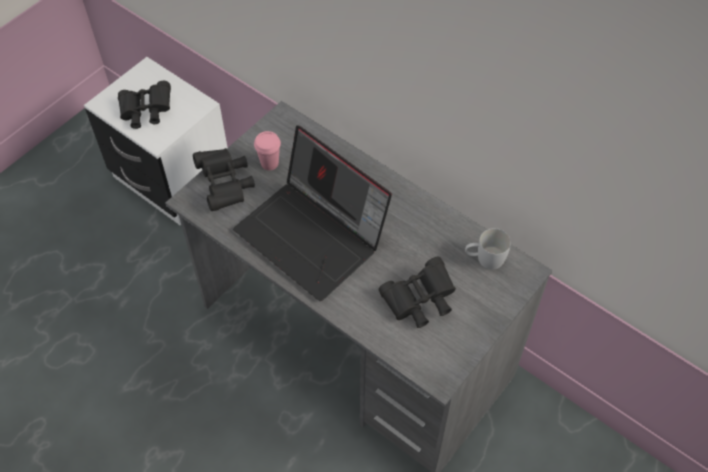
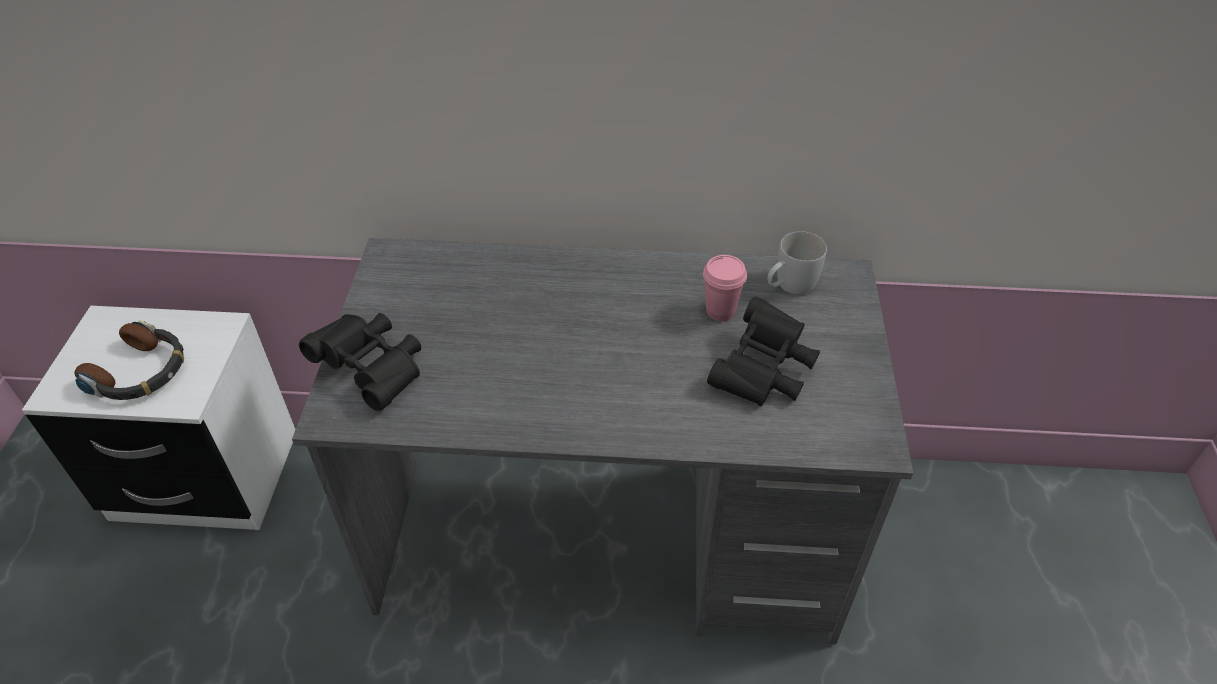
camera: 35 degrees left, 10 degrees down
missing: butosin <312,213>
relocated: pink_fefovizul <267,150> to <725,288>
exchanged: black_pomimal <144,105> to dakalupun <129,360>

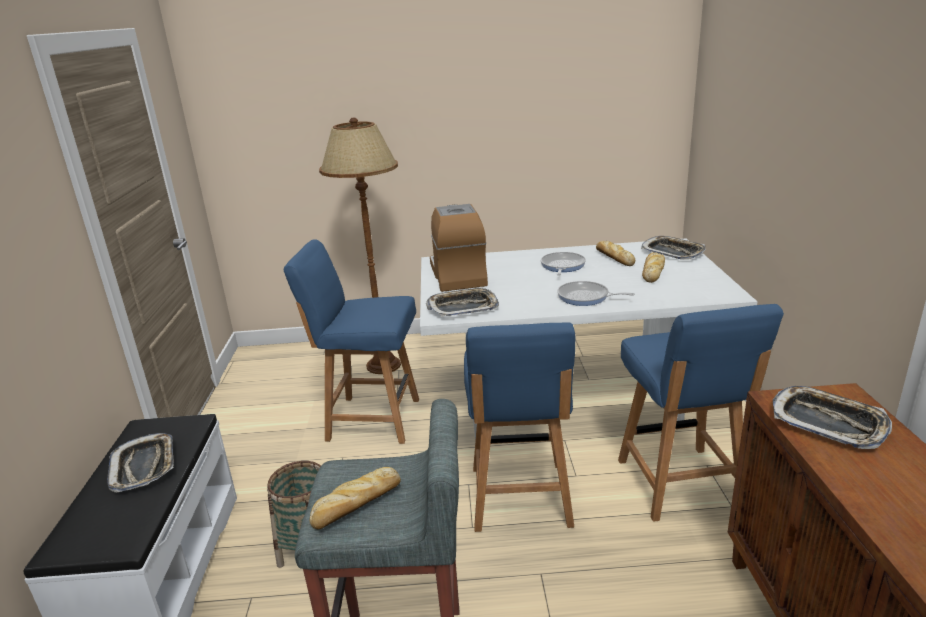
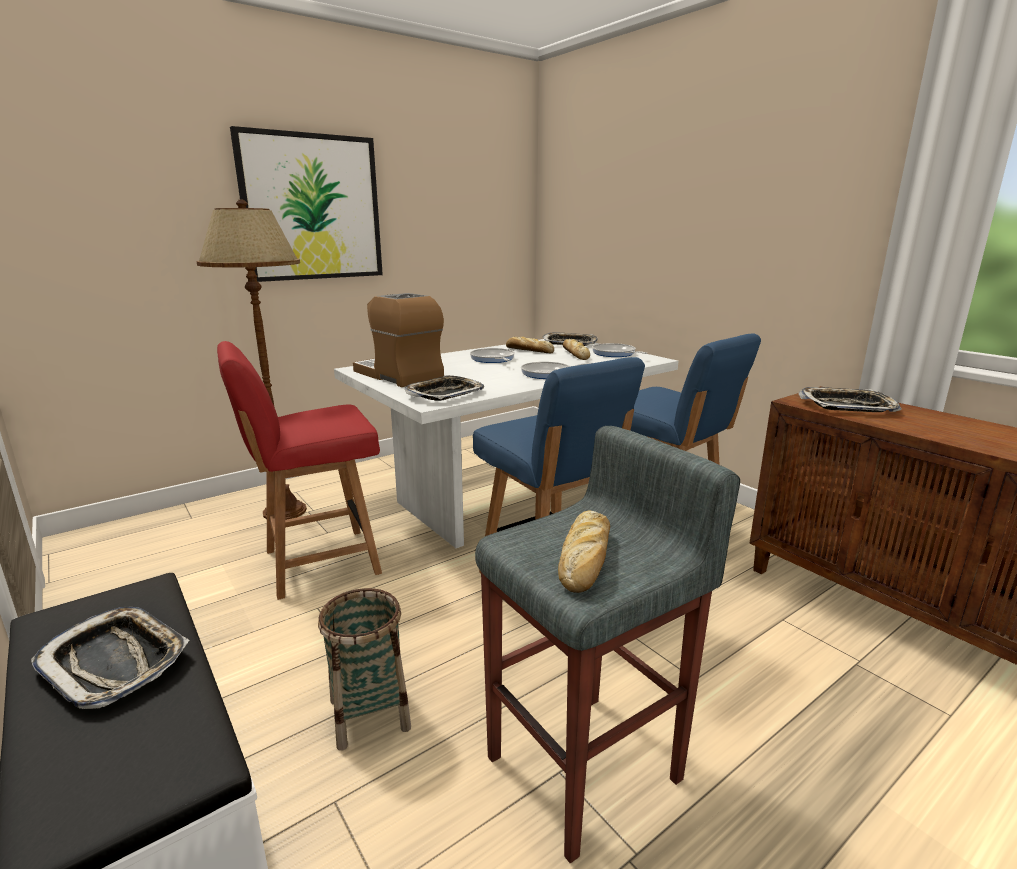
camera: 35 degrees left, 5 degrees down
appeared: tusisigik <306,204>; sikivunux <620,350>
colour: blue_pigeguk <351,341> to red_pigeguk <299,470>

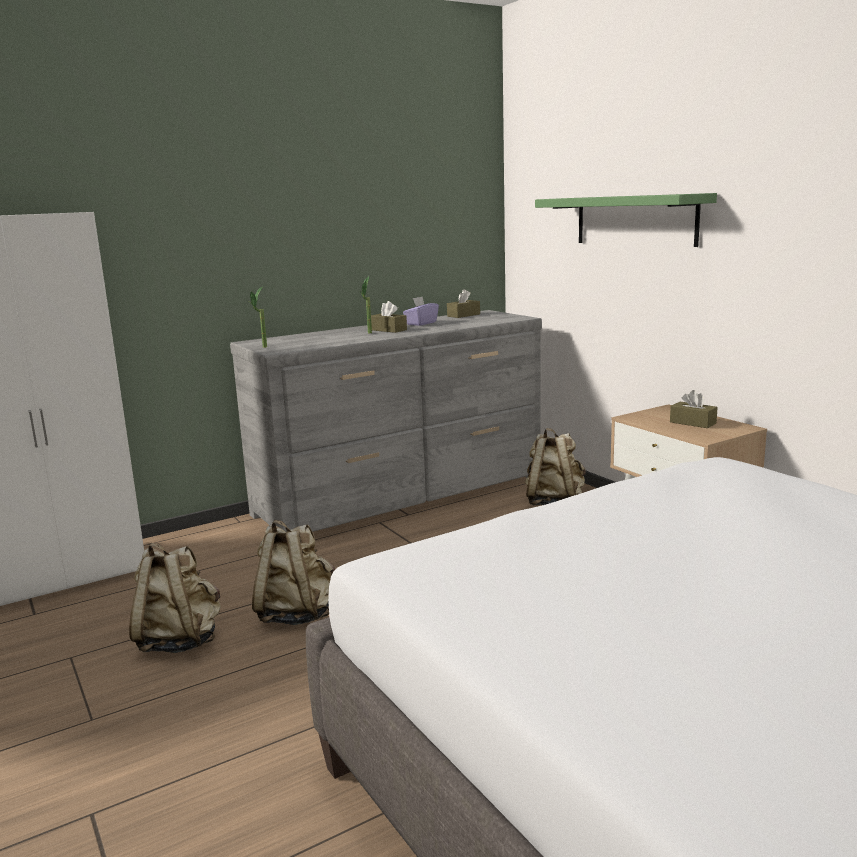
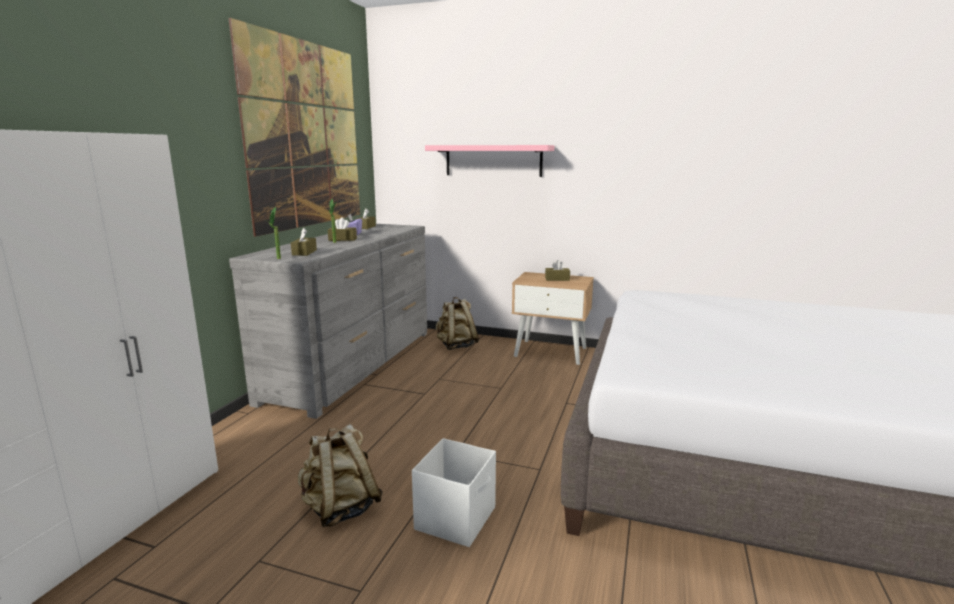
camera: 40 degrees left, 0 degrees up
missing: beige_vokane <293,572>
appeared: tusisigik <294,127>; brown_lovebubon <304,242>; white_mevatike <454,492>
colour: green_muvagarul <626,220> to pink_muvagarul <489,161>

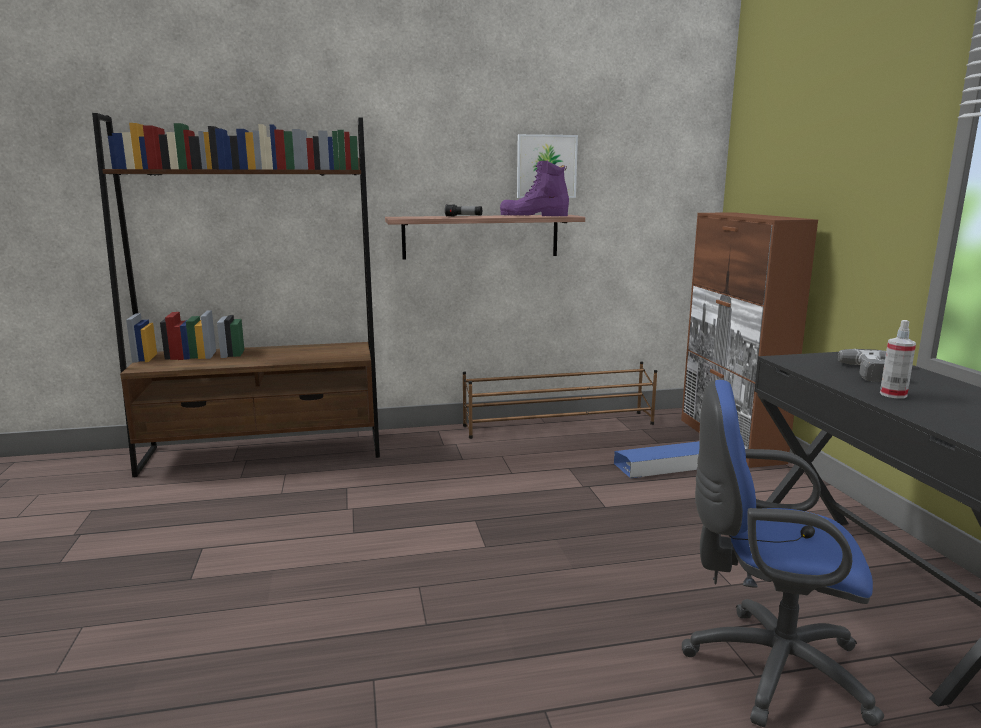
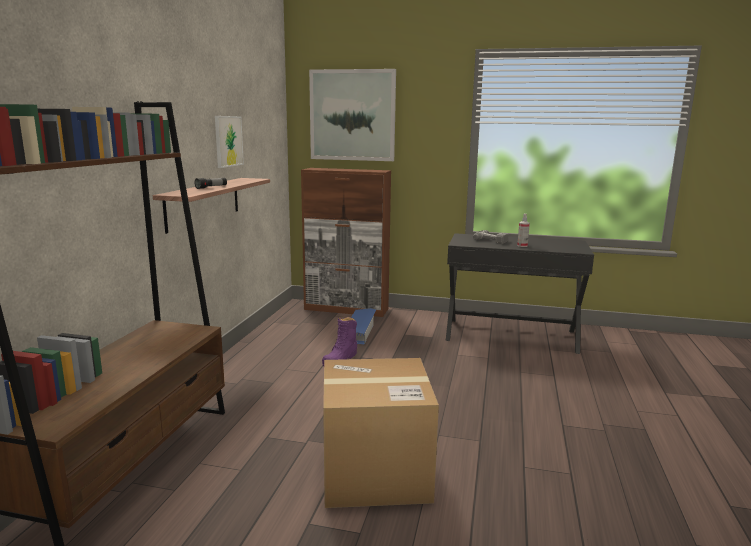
camera: 65 degrees left, 0 degrees up
missing: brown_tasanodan <560,400>; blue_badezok <783,553>
appeared: tusisigik <352,115>; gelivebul <381,433>
relocated: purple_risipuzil <534,188> to <339,341>

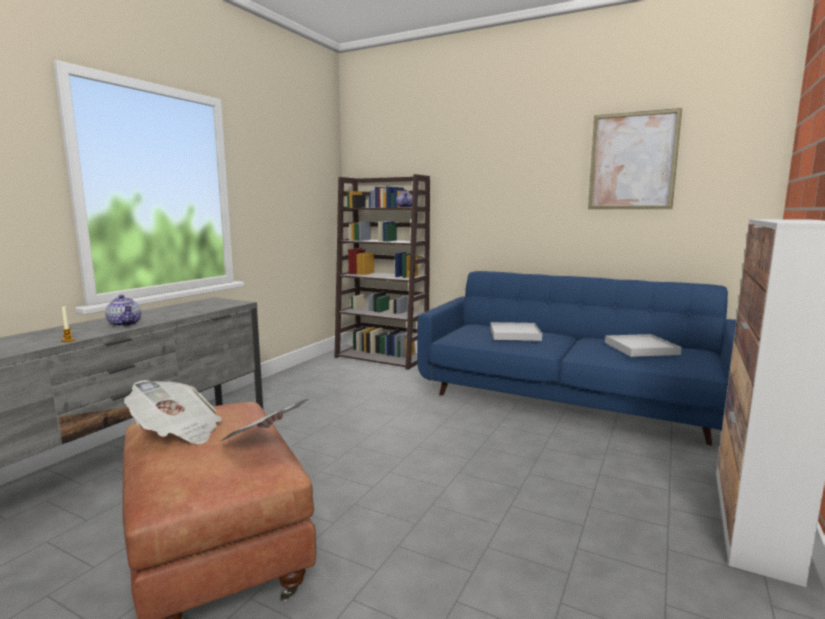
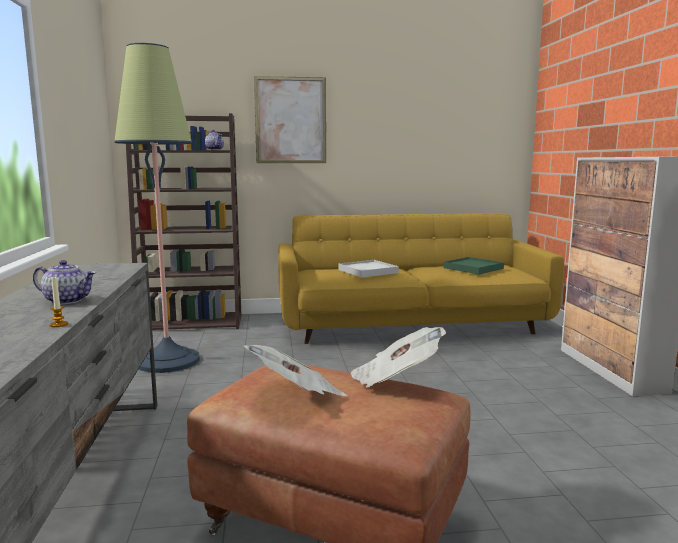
camera: 35 degrees left, 0 degrees up
appeared: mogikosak <157,208>
relocated: tusisigik <635,158> to <290,119>
colour: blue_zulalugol <576,358> to yellow_zulalugol <421,278>; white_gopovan <643,345> to green_gopovan <473,265>

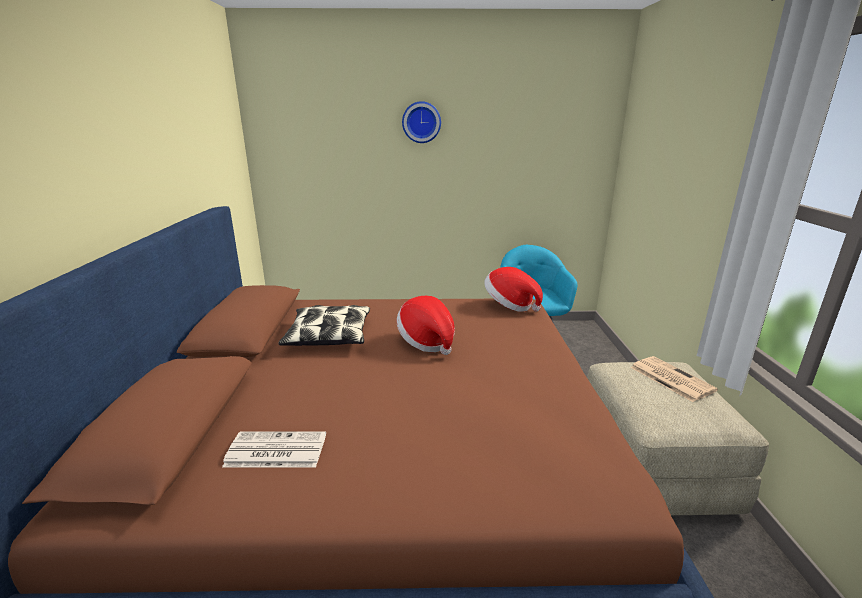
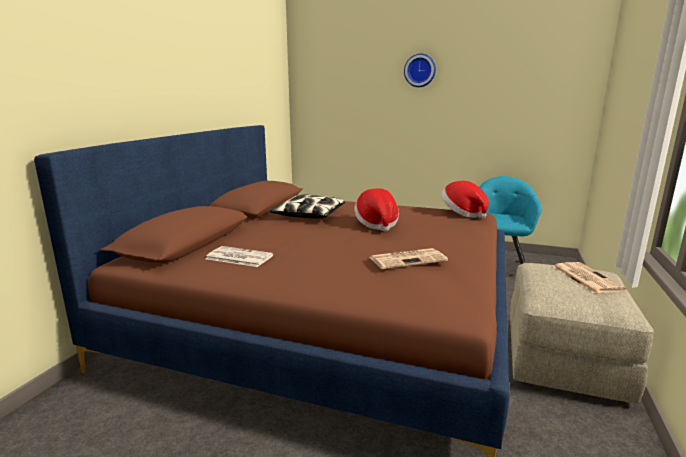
camera: 20 degrees right, 5 degrees down
appeared: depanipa <408,258>

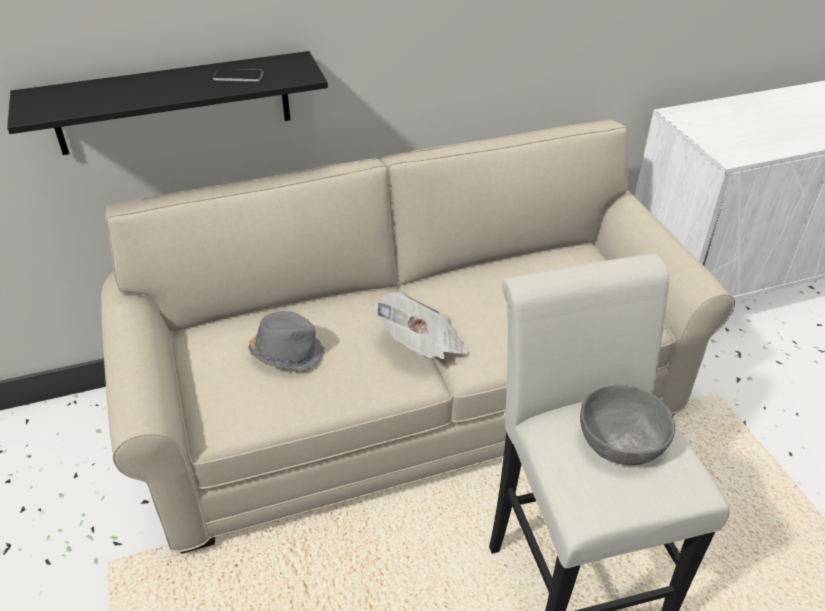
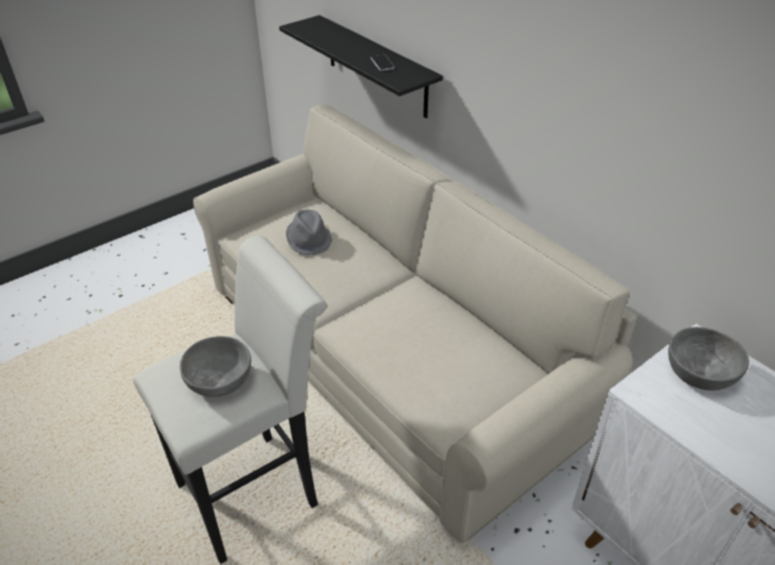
camera: 70 degrees right, 0 degrees up
missing: depanipa <421,325>
appeared: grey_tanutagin <708,358>

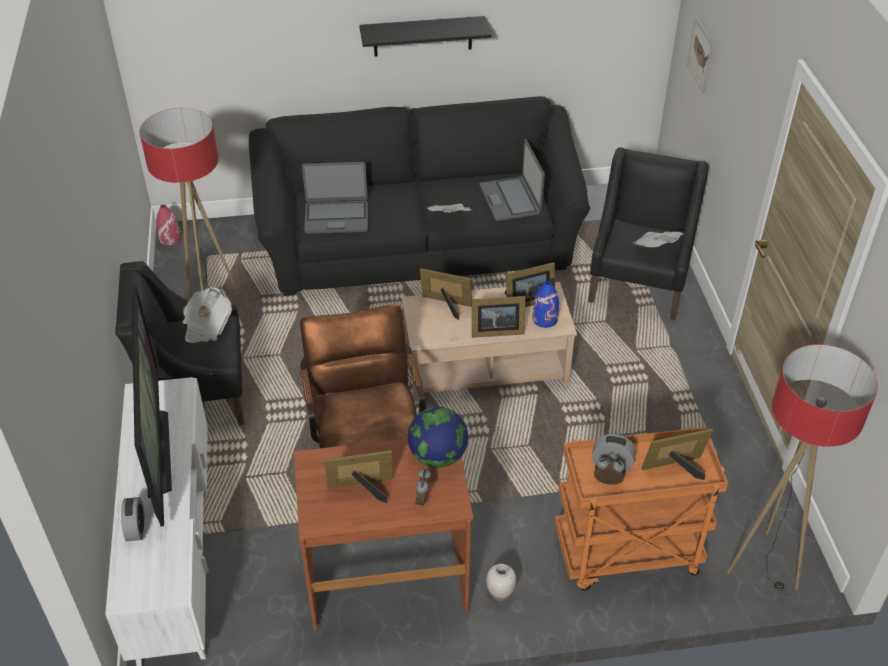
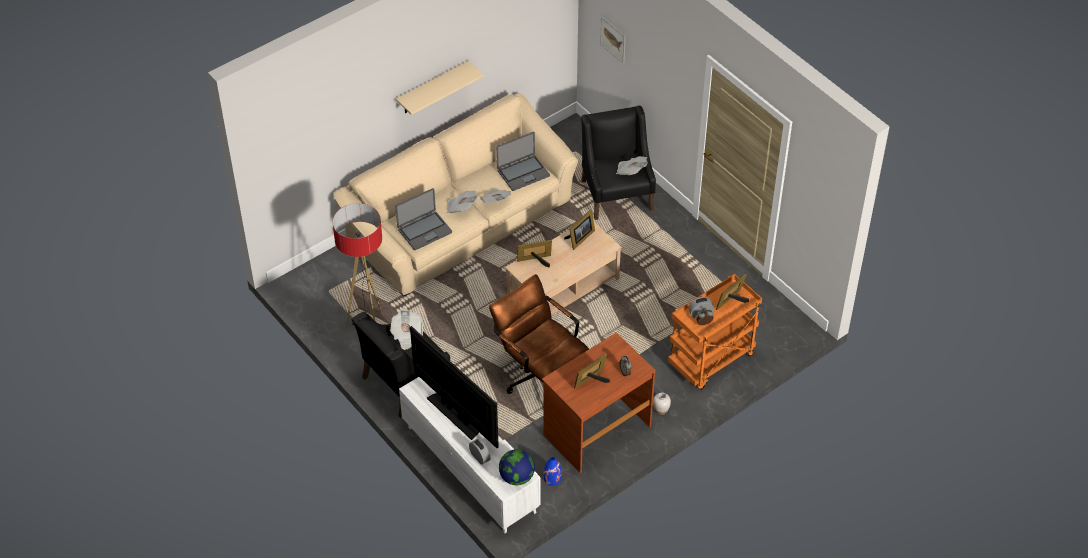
camera: 30 degrees left, 5 degrees up
missing: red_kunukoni <168,224>; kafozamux <499,317>; mogikosak <802,467>
appeared: depanipa <462,202>
relocated: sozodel <438,437> to <517,467>; blue_kunukoni <546,304> to <553,471>
colour: black_zulalugol <419,196> to beige_zulalugol <455,195>; black_muvagarul <425,36> to beige_muvagarul <440,88>
spun: butosin <512,180> = <523,161> 75 degrees counterclockwise

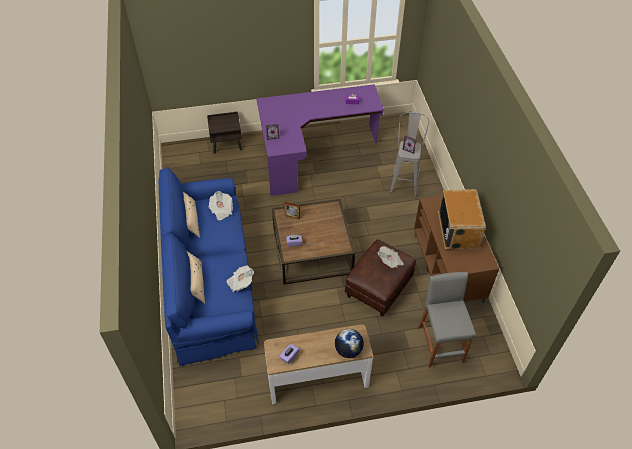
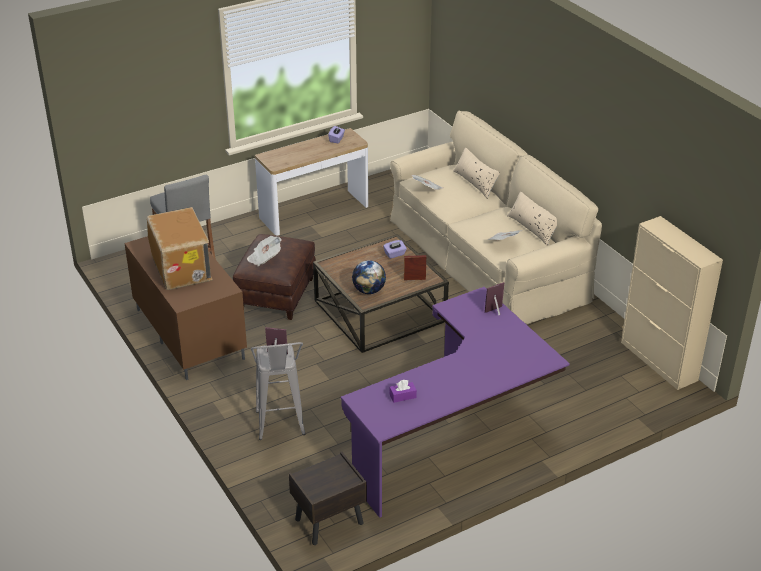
camera: 160 degrees right, 15 degrees down
appeared: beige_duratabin <672,303>
relocated: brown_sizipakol <224,133> to <328,498>; sozodel <349,343> to <369,277>
colour: blue_zulalugol <209,266> to beige_zulalugol <496,218>

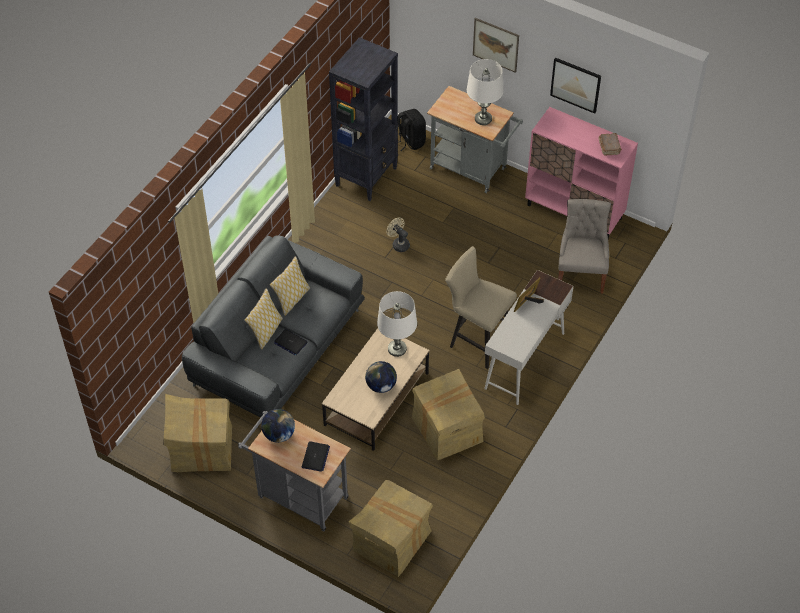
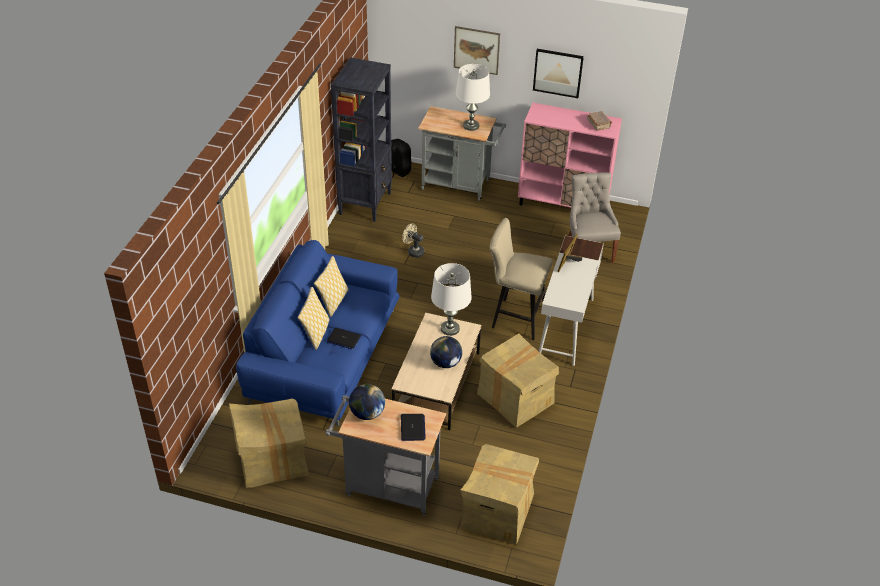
camera: 15 degrees left, 10 degrees down
colour: grey_zulalugol <273,326> to blue_zulalugol <318,333>

